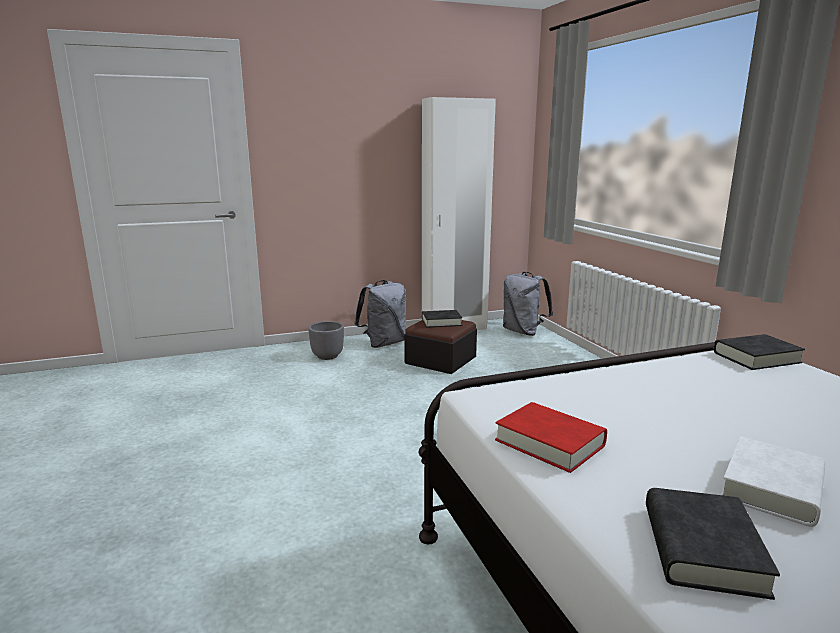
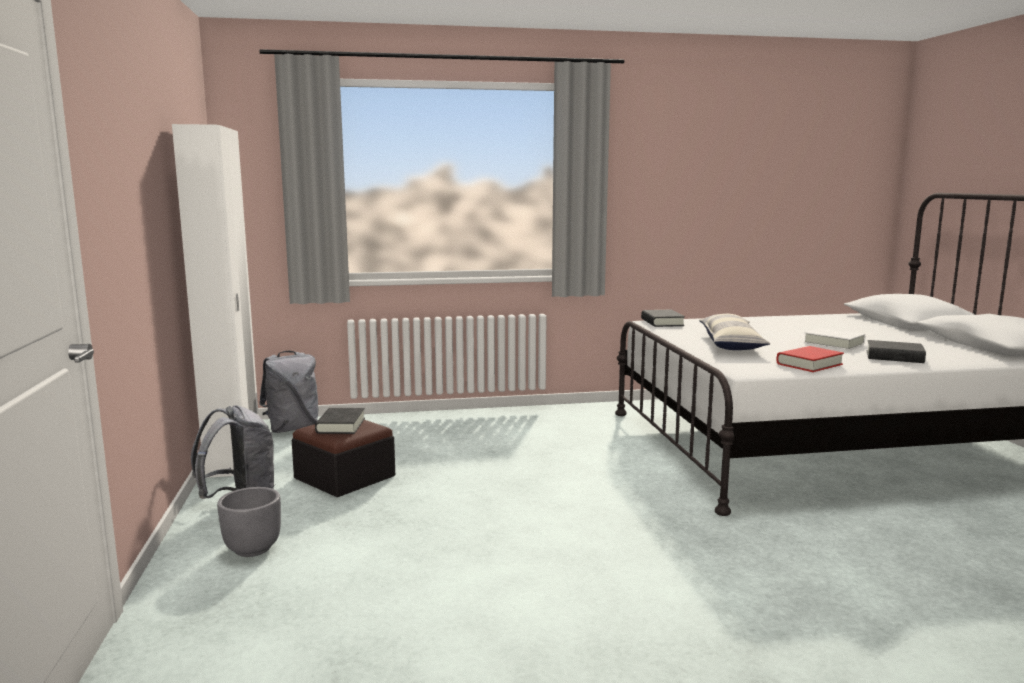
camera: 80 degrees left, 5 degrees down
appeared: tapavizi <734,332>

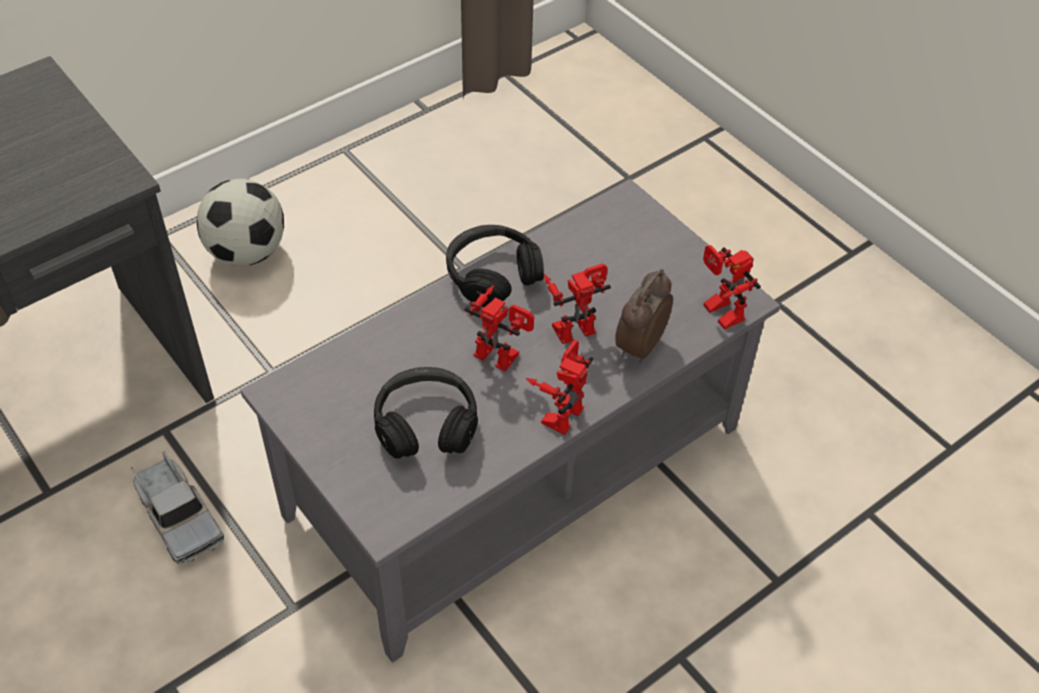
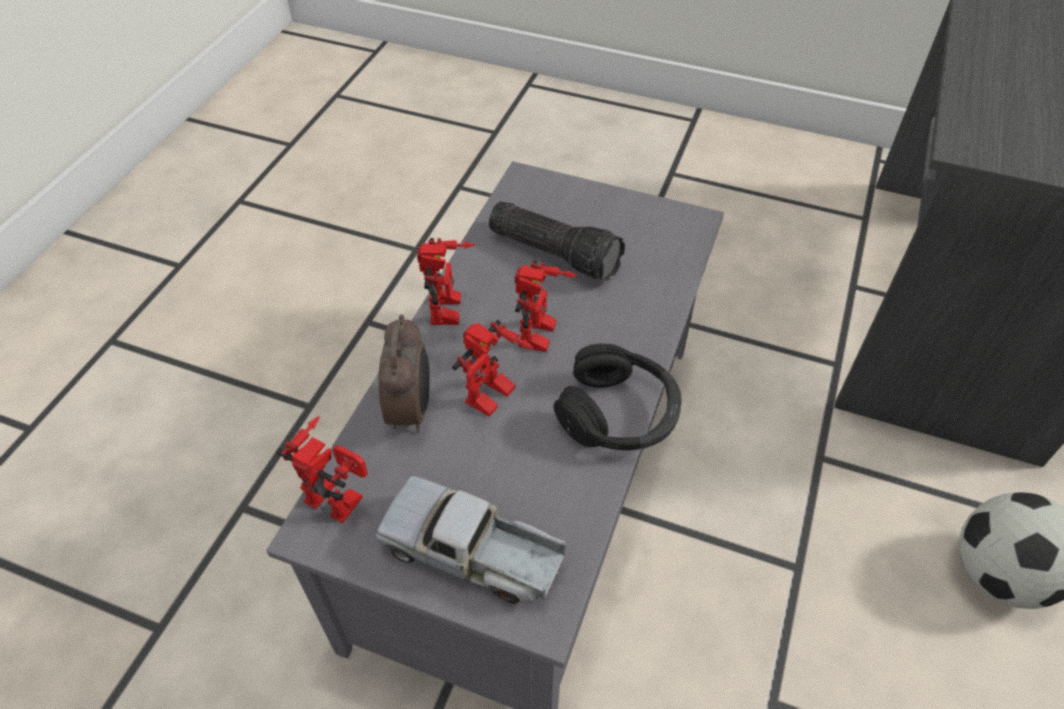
camera: 150 degrees right, 0 degrees up
relocated: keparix <177,508> to <471,540>
exchanged: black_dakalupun <426,413> to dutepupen <557,241>
spun: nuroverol <499,328> = <546,306> 75 degrees counterclockwise

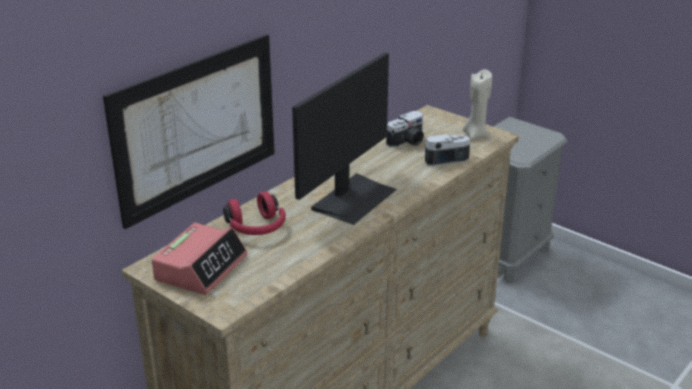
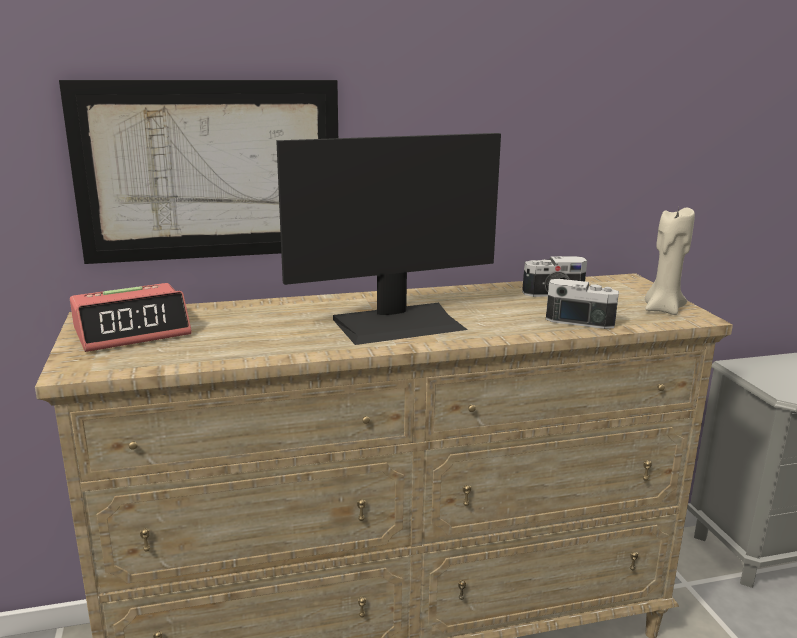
camera: 35 degrees right, 10 degrees down
missing: red_dakalupun <254,213>

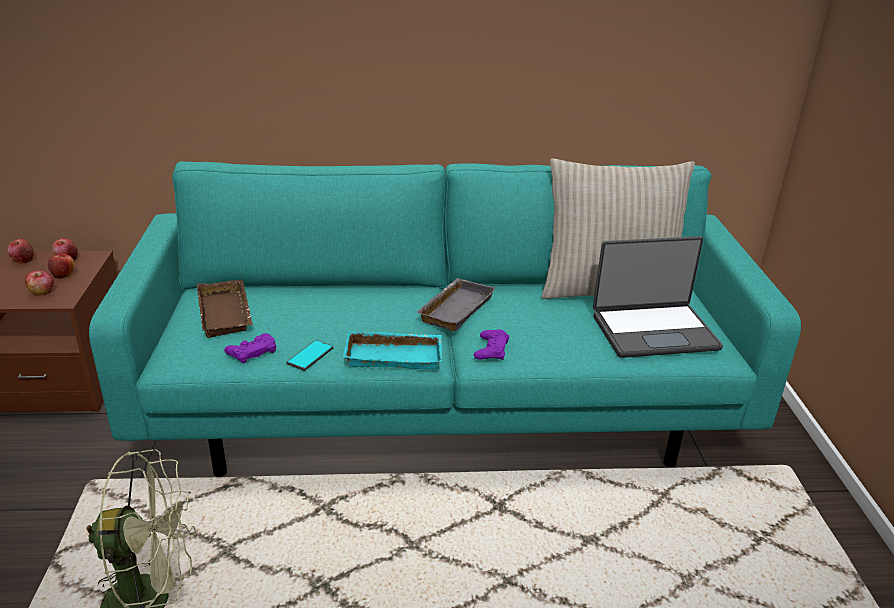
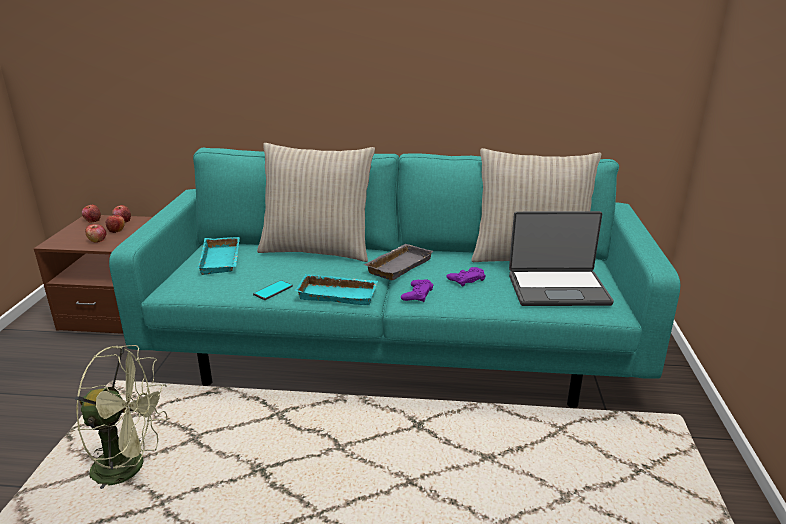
camera: 10 degrees right, 5 degrees down
appeared: beige_tapavizi <316,202>
relocated: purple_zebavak <250,348> to <466,277>
colour: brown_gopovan <225,308> to turquoise_gopovan <218,256>

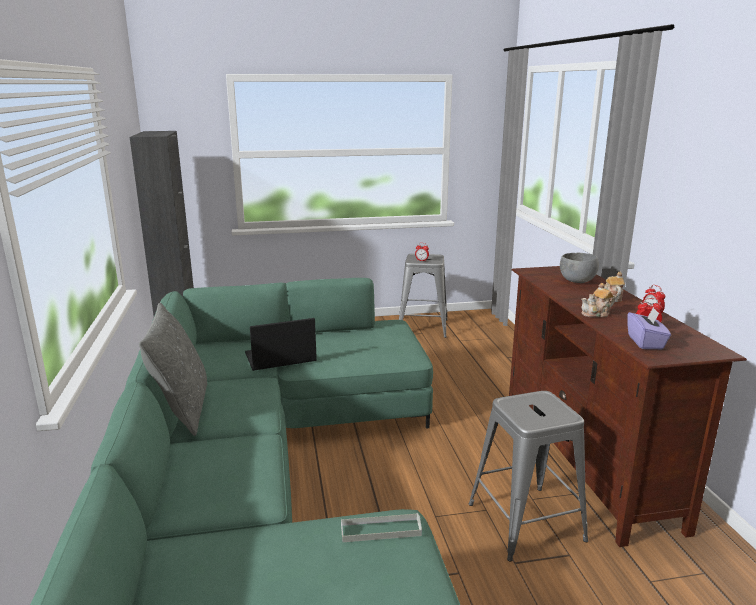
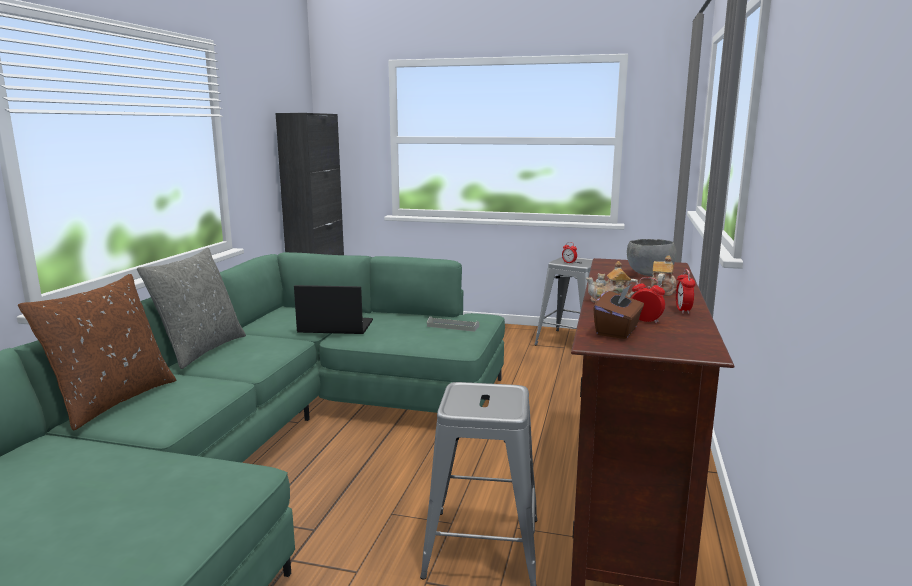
camera: 25 degrees right, 5 degrees down
appeared: brown_tapavizi <97,352>
relocated: grey_gopovan <381,527> to <453,324>
colour: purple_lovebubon <649,328> to brown_lovebubon <618,311>

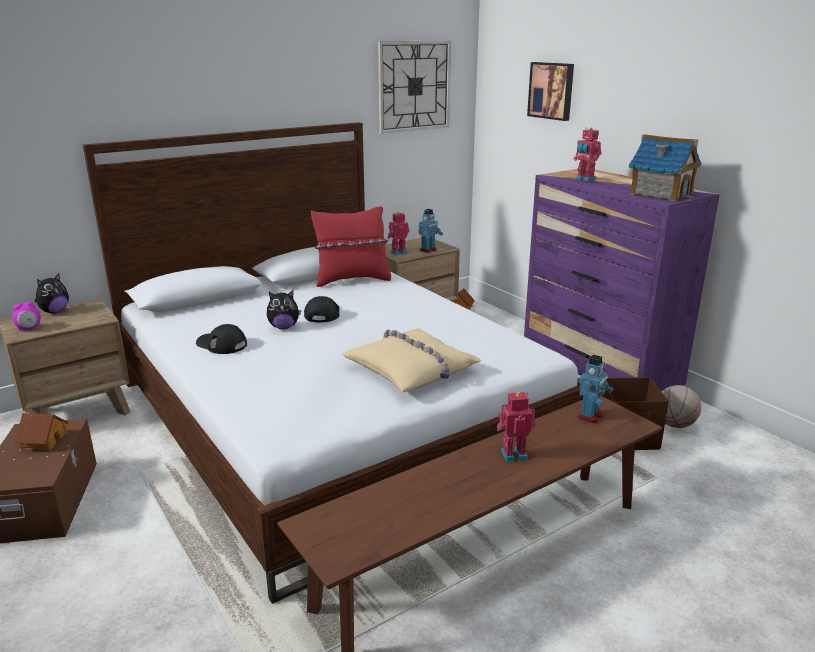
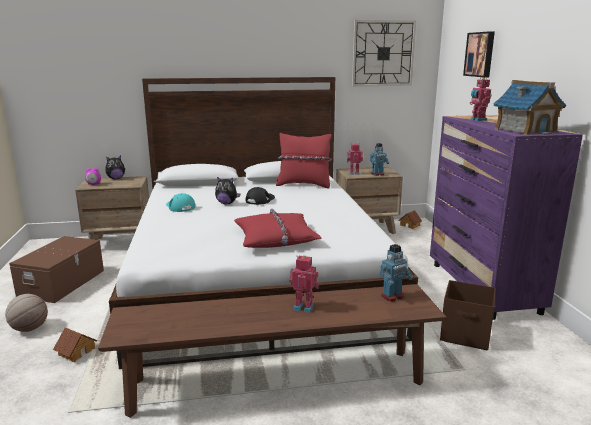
camera: 25 degrees right, 5 degrees down
relocated: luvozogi <41,432> to <75,344>; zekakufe <681,406> to <26,313>
colour: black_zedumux <221,339> to turquoise_zedumux <180,202>; beige_tapavizi <411,360> to red_tapavizi <278,228>

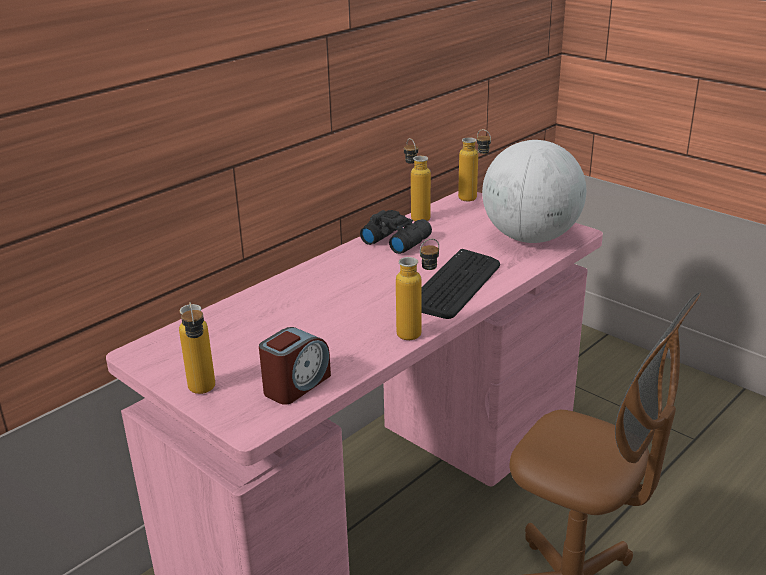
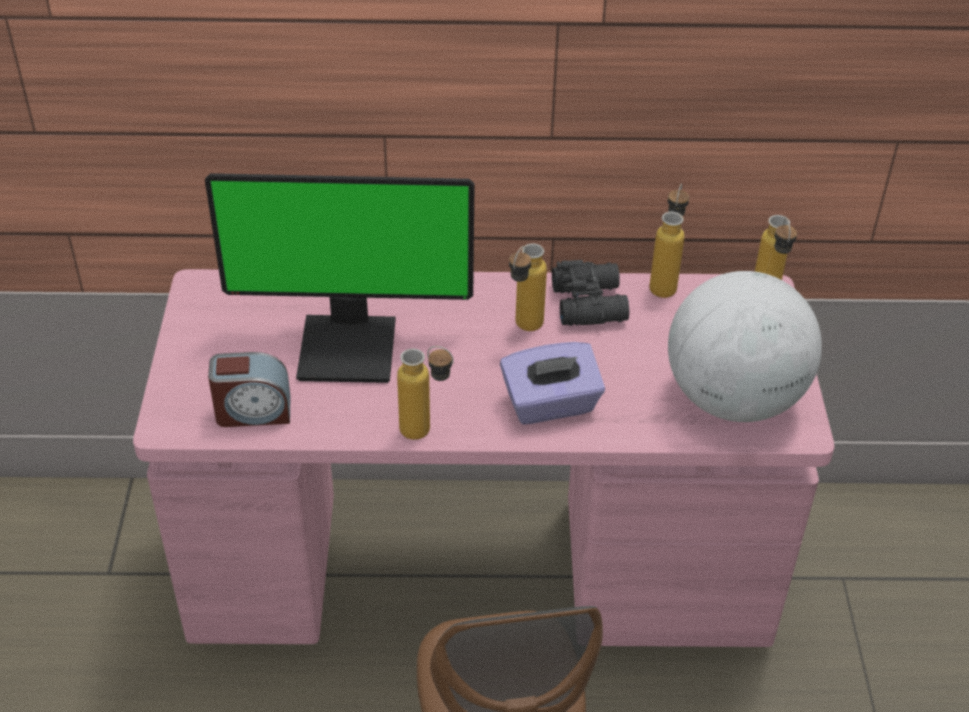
camera: 45 degrees right, 15 degrees up
appeared: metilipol <340,278>
relocated: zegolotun <197,348> to <528,287>
exchanged: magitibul <460,284> to purple_lovebubon <552,383>

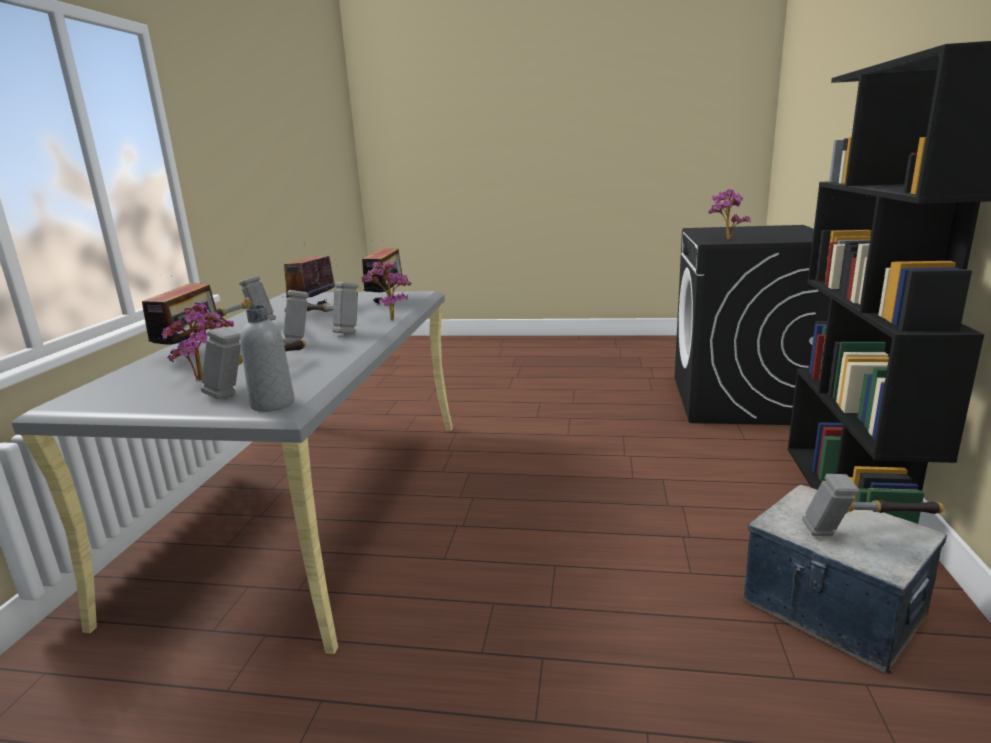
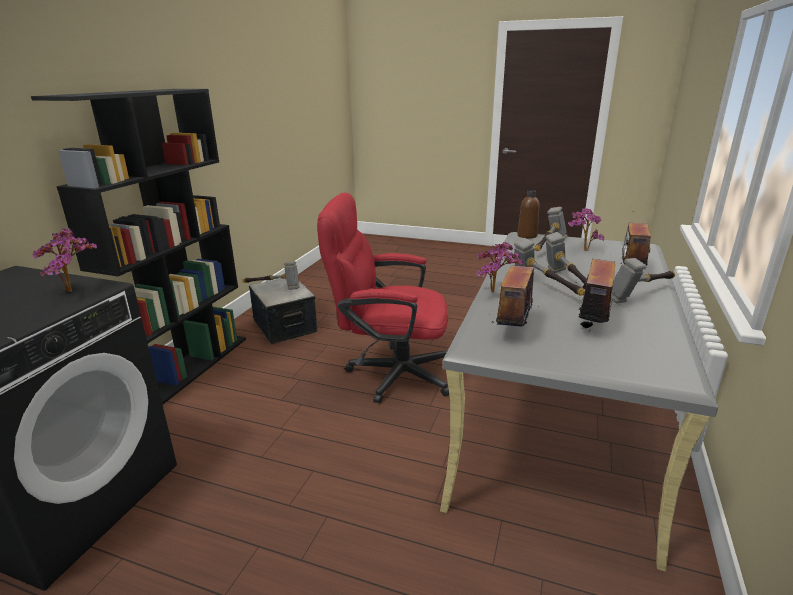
camera: 170 degrees left, 5 degrees up
appeared: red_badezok <383,297>
colour: grey_zegolotun <267,358> to brown_zegolotun <528,214>

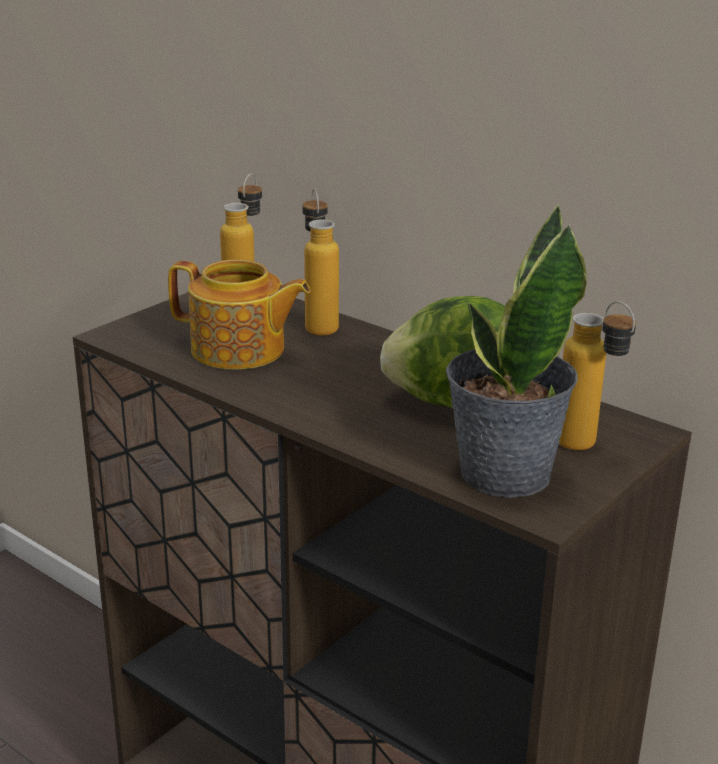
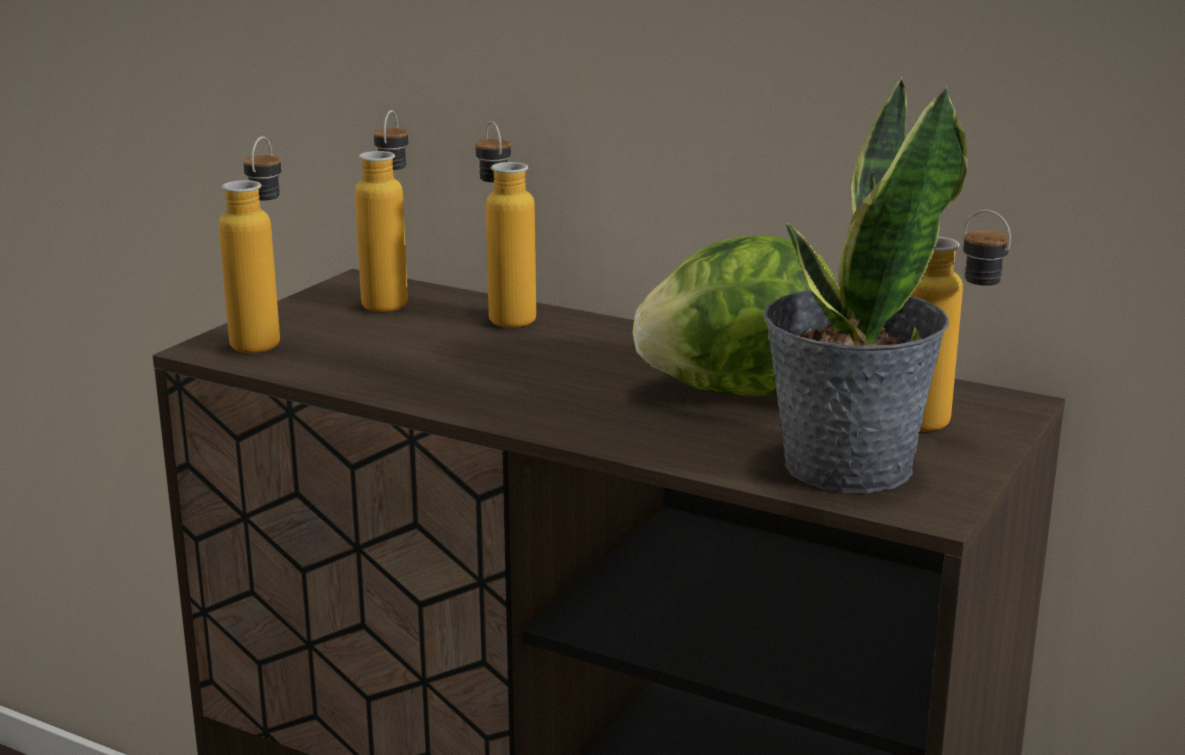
camera: 10 degrees left, 5 degrees down
missing: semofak <239,315>
appeared: zegolotun <250,244>

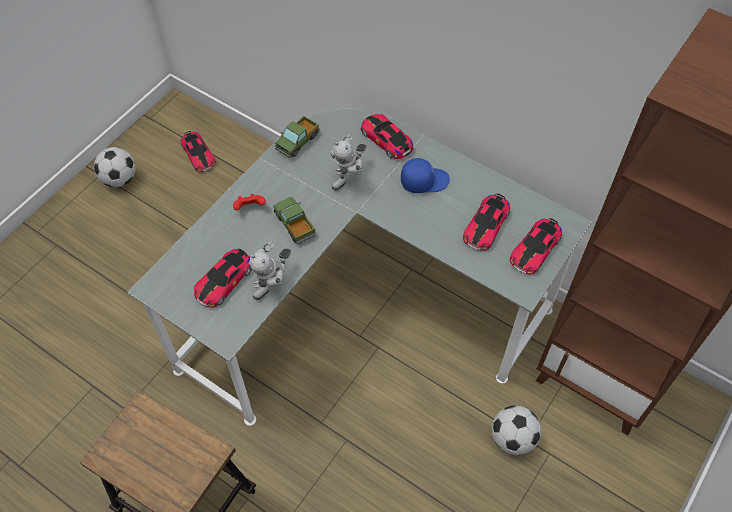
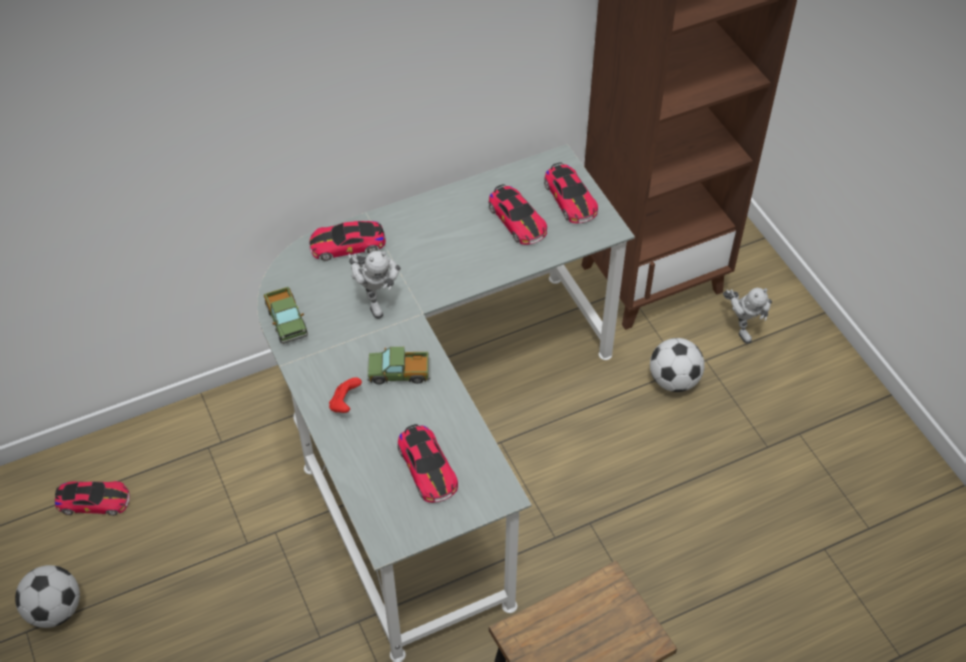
camera: 60 degrees left, 5 degrees down
missing: blue_zedumux <425,175>
relocated: nuroverol <270,270> to <747,316>

